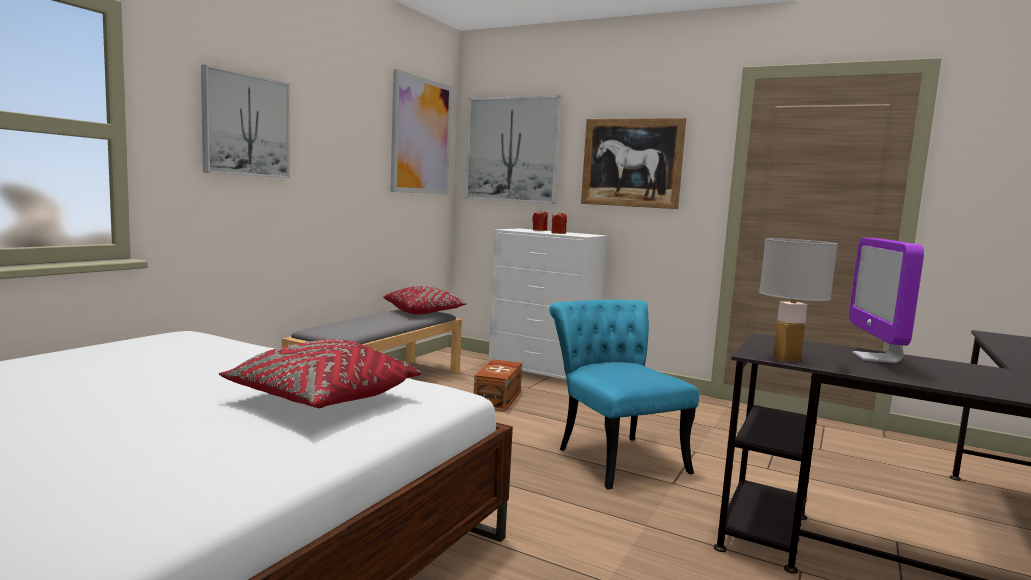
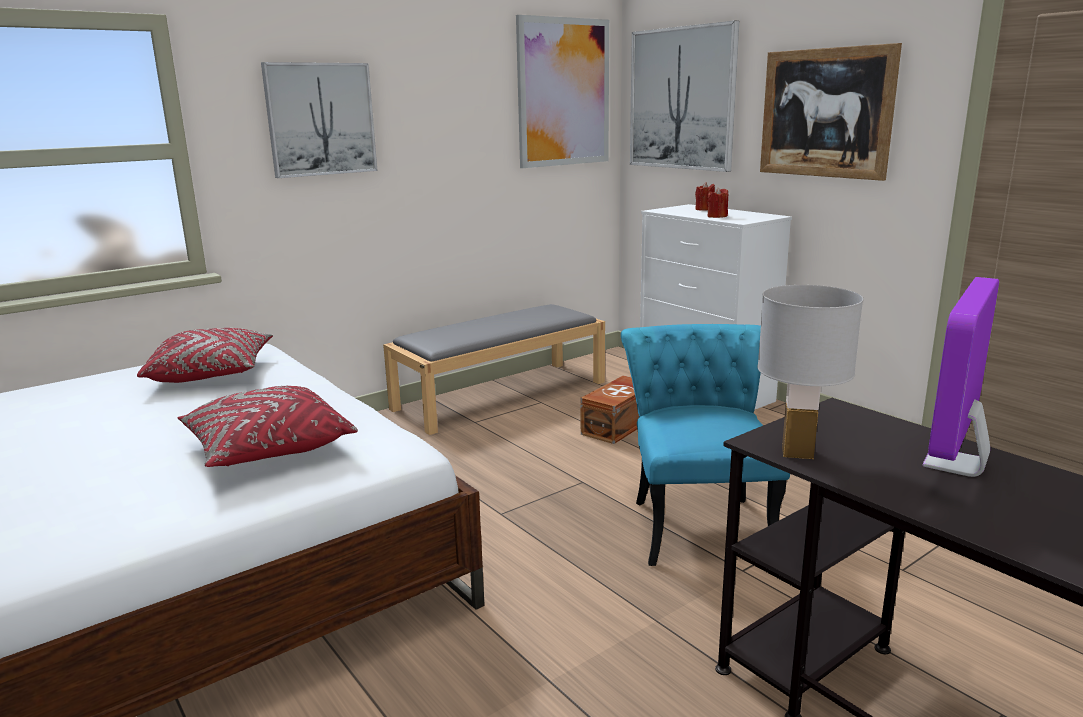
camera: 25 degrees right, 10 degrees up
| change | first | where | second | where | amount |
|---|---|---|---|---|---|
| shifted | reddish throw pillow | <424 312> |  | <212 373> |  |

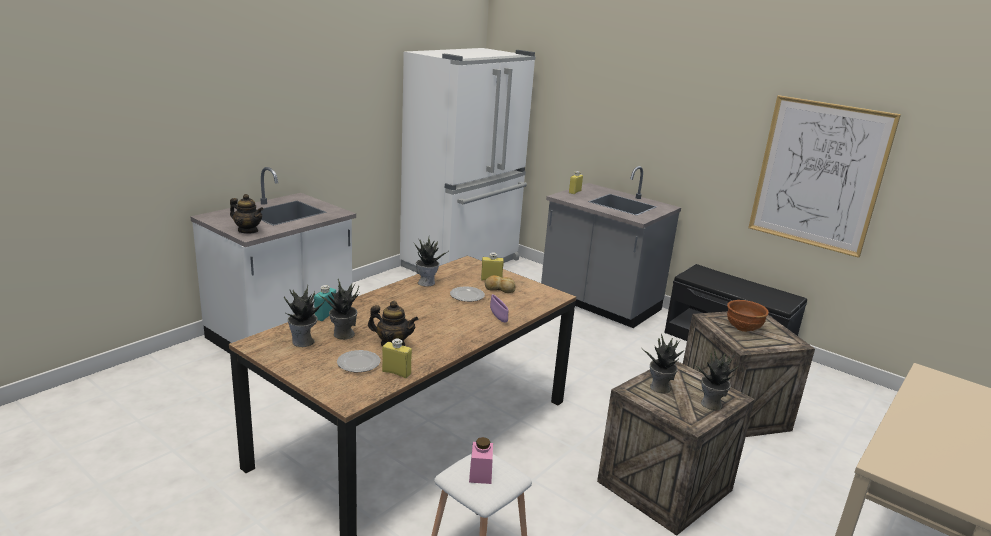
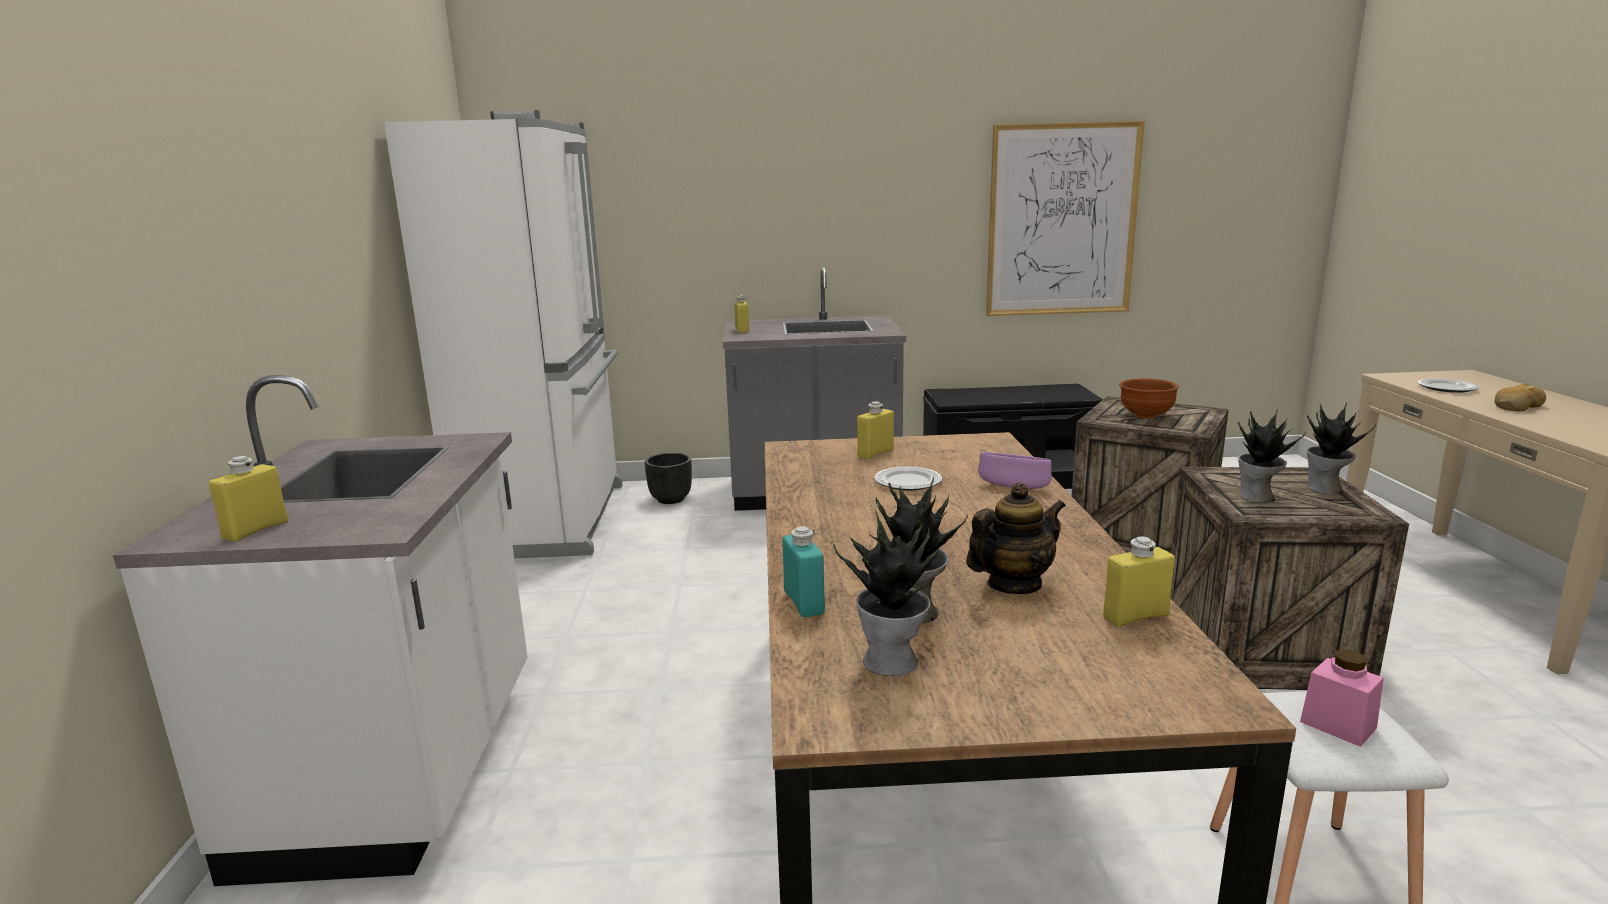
camera: 40 degrees left, 5 degrees down
| change | first | where | second | where | amount |
|---|---|---|---|---|---|
| gone | teapot | <248 231> |  |  |  |
| gone | plant in a pot | <427 282> |  |  |  |
| new |  |  | yellowish beverage bottle | <256 530> |  |
| new |  |  | black flower pot | <671 499> |  |
| shifted | flat dish | <359 363> |  | <1446 388> |  |
| shifted | bakery bread | <499 289> |  | <1517 406> |  |

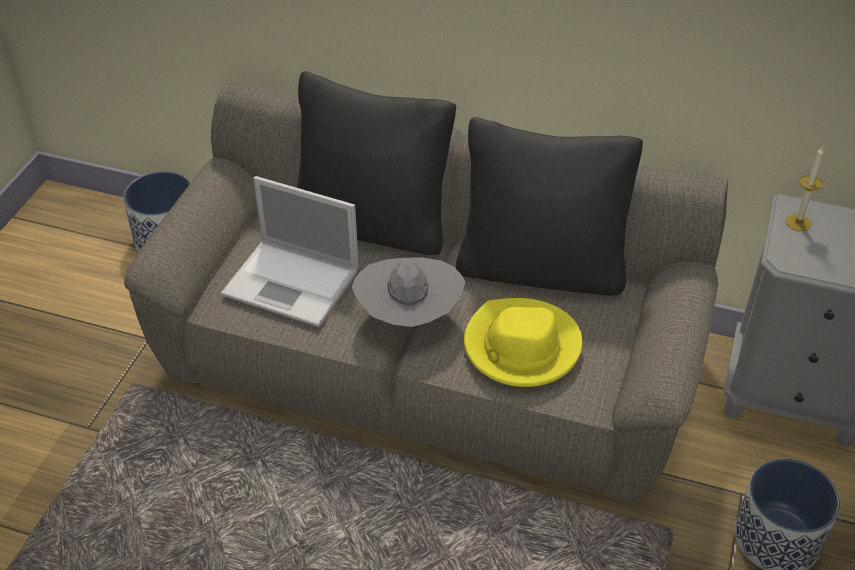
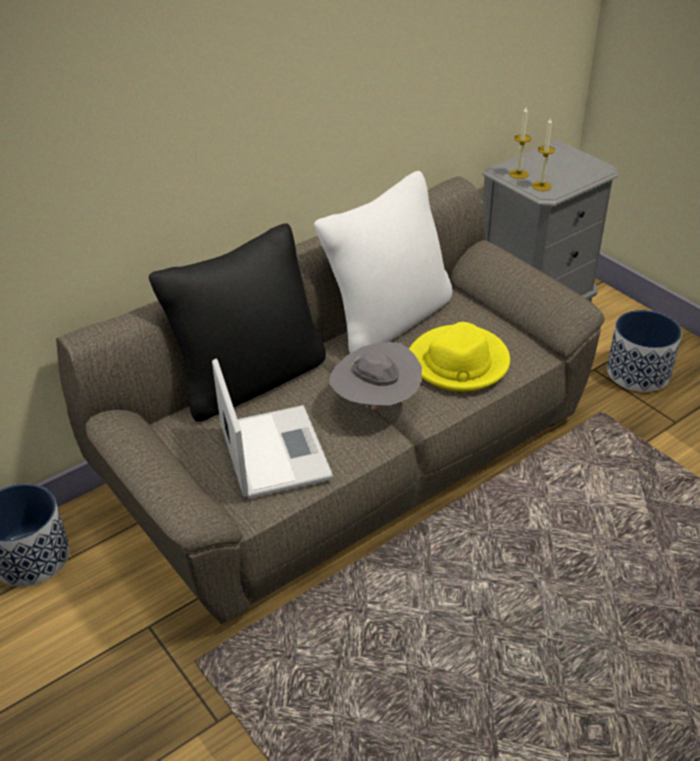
camera: 55 degrees left, 5 degrees down
| change | first | where | second | where | amount |
|---|---|---|---|---|---|
| new |  |  | wax candle | <541 186> |  |
| repainted | black throw pillow | <541 268> | white throw pillow | <388 320> |  |
| rotated | notebook computer | <293 283> |  | <273 450> | 75 degrees counterclockwise |

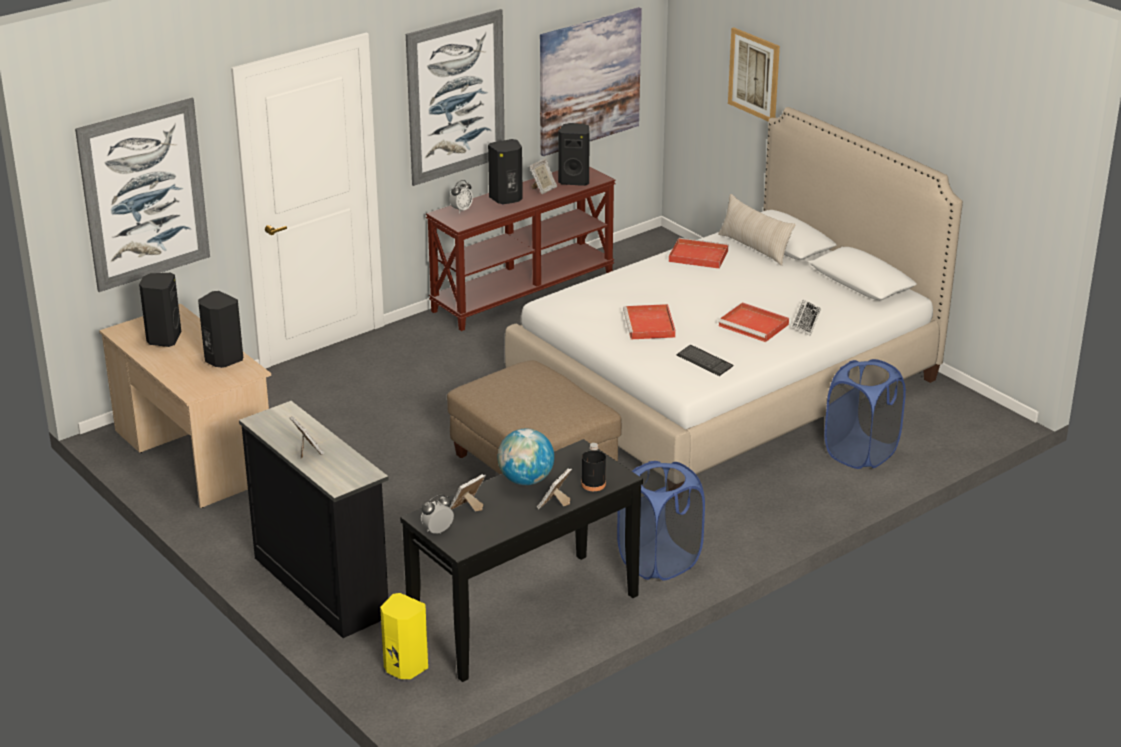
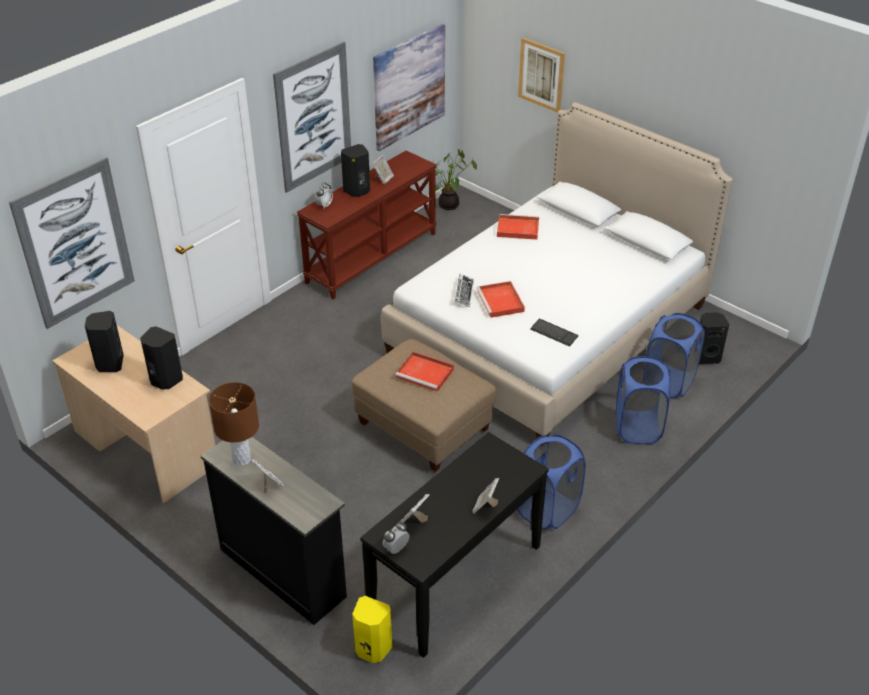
camera: 10 degrees left, 10 degrees up
| change | first | where | second | where | amount |
|---|---|---|---|---|---|
| gone | globe | <526 480> |  |  |  |
| gone | black beverage bottle | <593 484> |  |  |  |
| gone | sand-coloured throw pillow | <754 248> |  |  |  |
| new |  |  | brown-coloured tabletop lamp | <241 459> |  |
| new |  |  | plant in a pot | <449 206> |  |
| new |  |  | bluish hamper | <637 428> |  |
| shifted | black audio speaker | <574 181> |  | <706 357> |  |
| shifted | reddish carrying tray | <755 325> |  | <426 373> |  |
| shifted | computer keyboard | <805 321> |  | <464 292> |  |

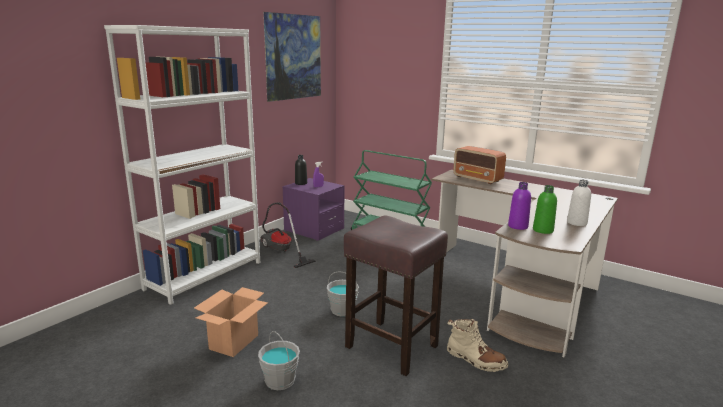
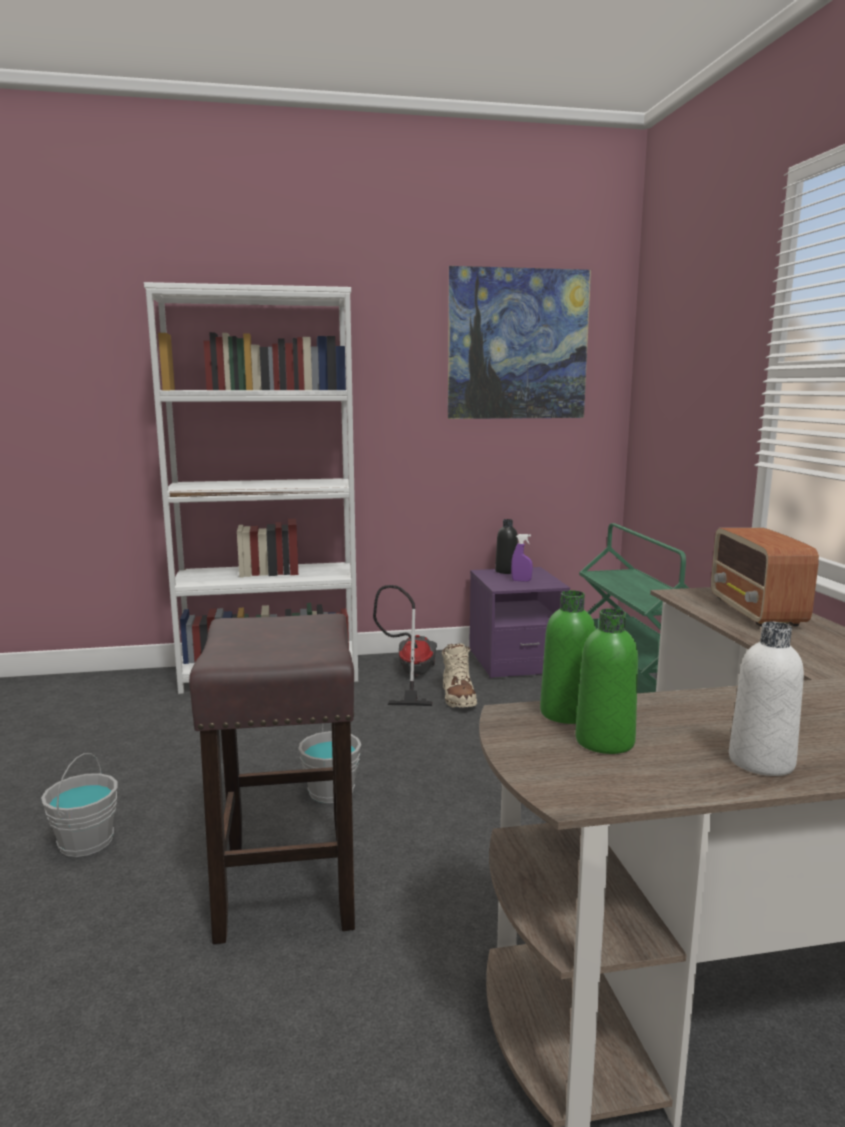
camera: 45 degrees right, 5 degrees down
| change | first | where | second | where | amount |
|---|---|---|---|---|---|
| gone | cardboard box | <234 341> |  |  |  |
| shifted | sand-coloured high-top boot | <475 359> |  | <458 697> |  |
| repainted | purple-coloured beverage bottle | <518 226> | green-coloured beverage bottle | <567 713> |  |

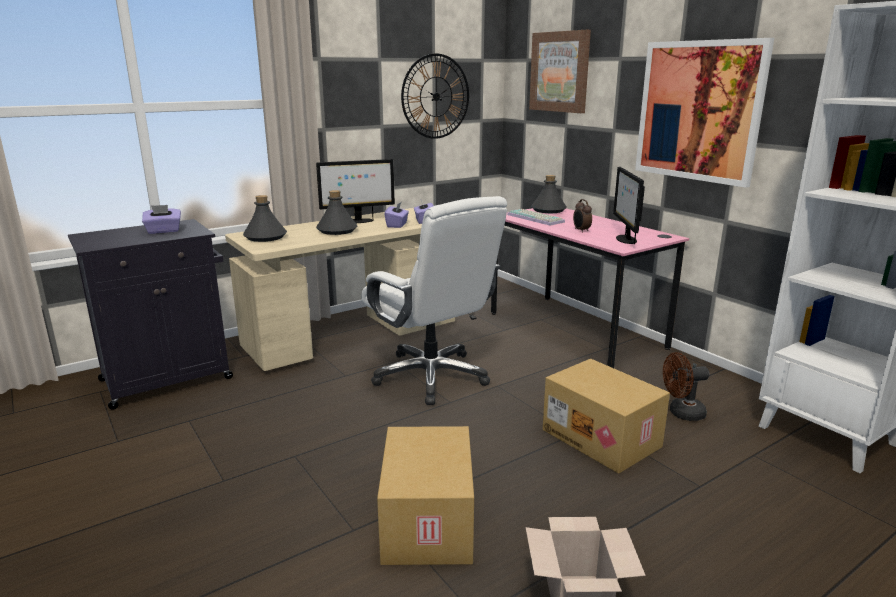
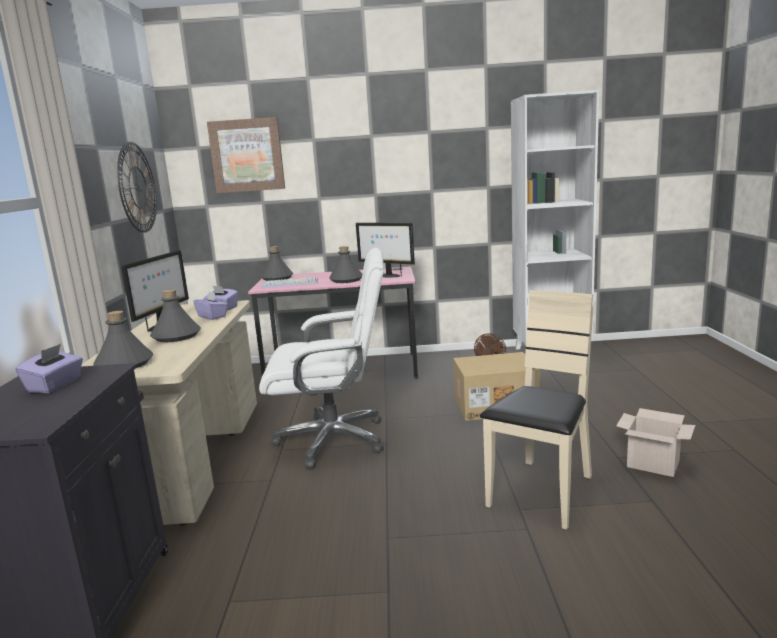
camera: 55 degrees left, 5 degrees down
| change | first | where | second | where | amount |
|---|---|---|---|---|---|
| gone | picture | <698 111> |  |  |  |
| swapped | cardboard box | <430 522> | sand-coloured chair | <542 492> |  |
| swapped | table clock | <581 230> | grey beverage bottle | <346 280> |  |

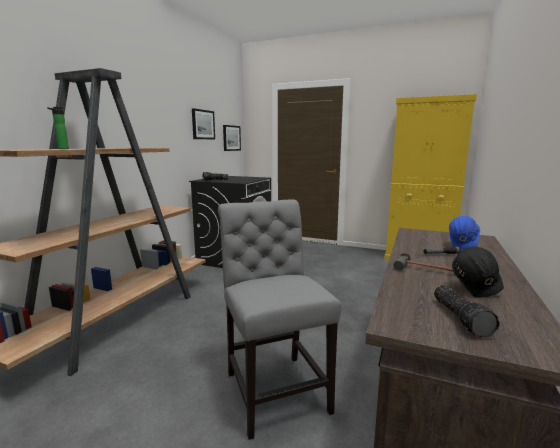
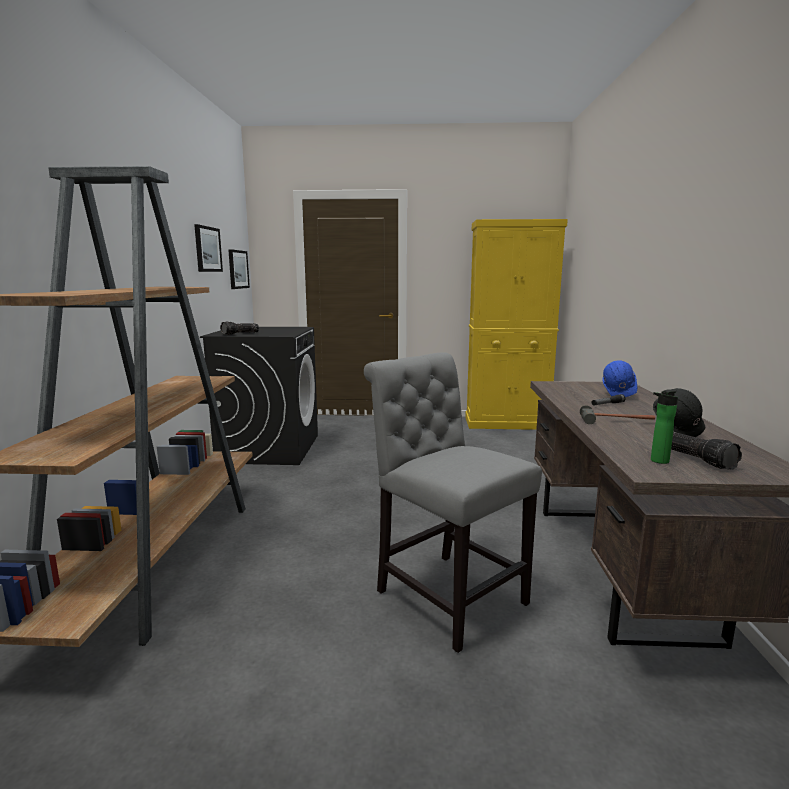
camera: 20 degrees left, 0 degrees up
| change | first | where | second | where | amount |
|---|---|---|---|---|---|
| shifted | beverage bottle | <61 149> |  | <657 461> |  |

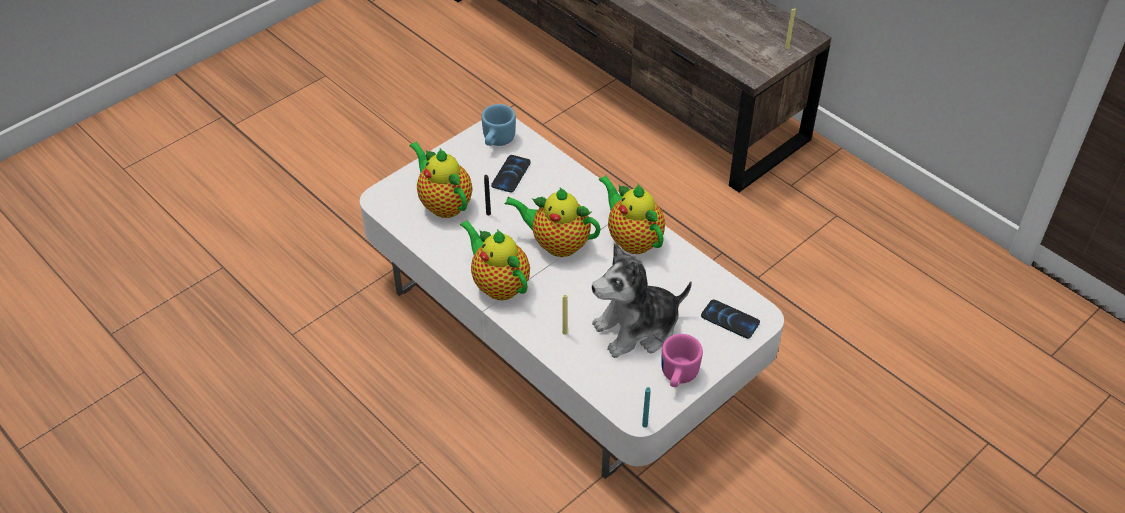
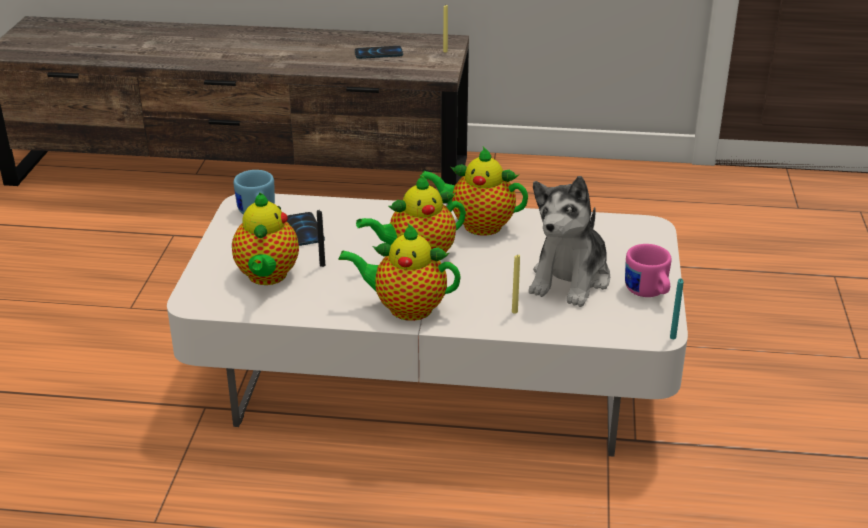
camera: 40 degrees left, 15 degrees down
| change | first | where | second | where | amount |
|---|---|---|---|---|---|
| shifted | handset | <730 320> |  | <378 53> |  |
| rotated | teapot | <444 203> |  | <267 277> | 105 degrees counterclockwise |

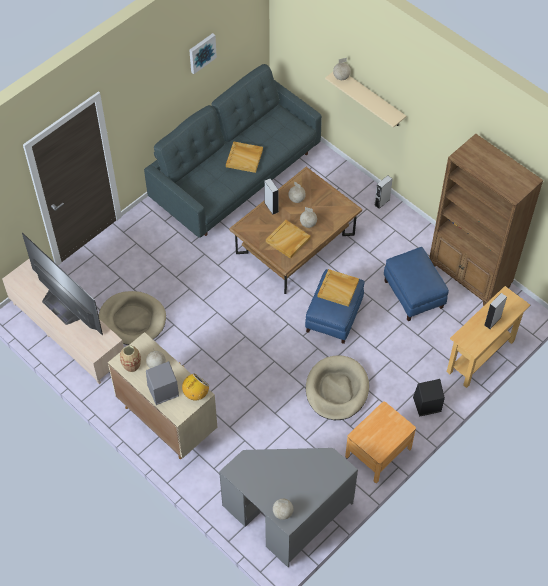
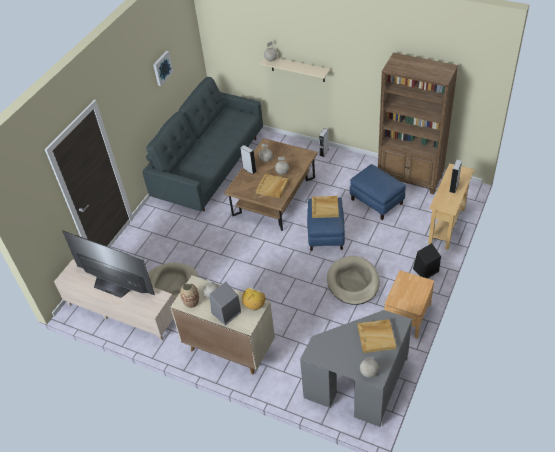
camera: 15 degrees left, 10 degrees down
| change | first | where | second | where | amount |
|---|---|---|---|---|---|
| shifted | sand-coloured carrying tray | <244 158> |  | <376 336> |  |

